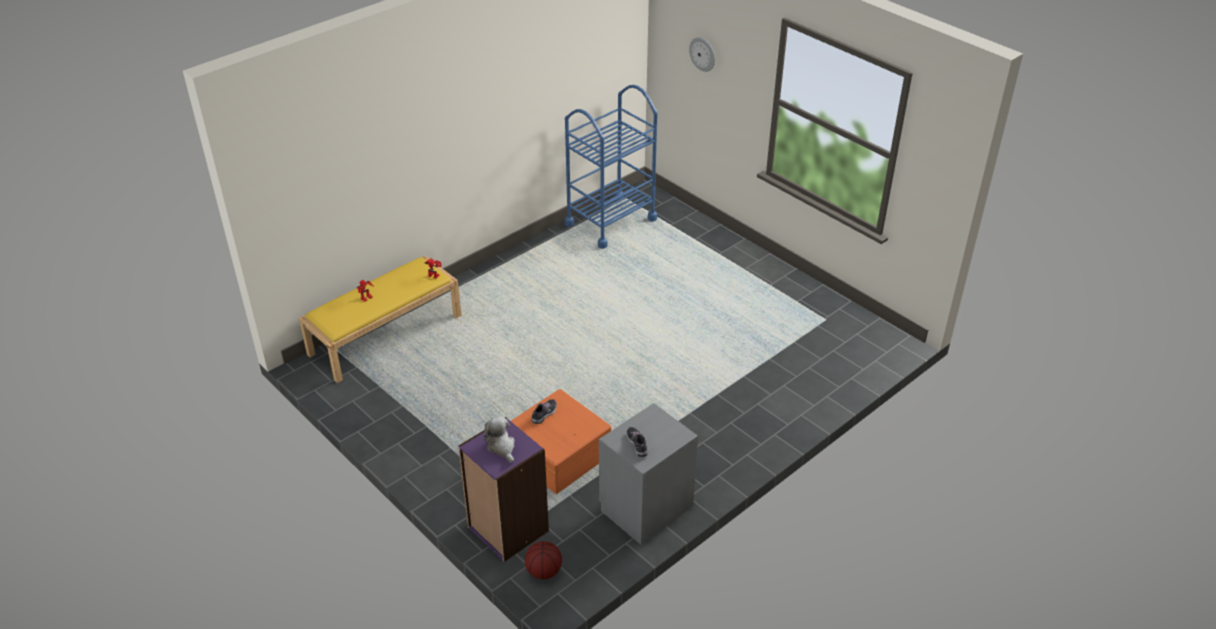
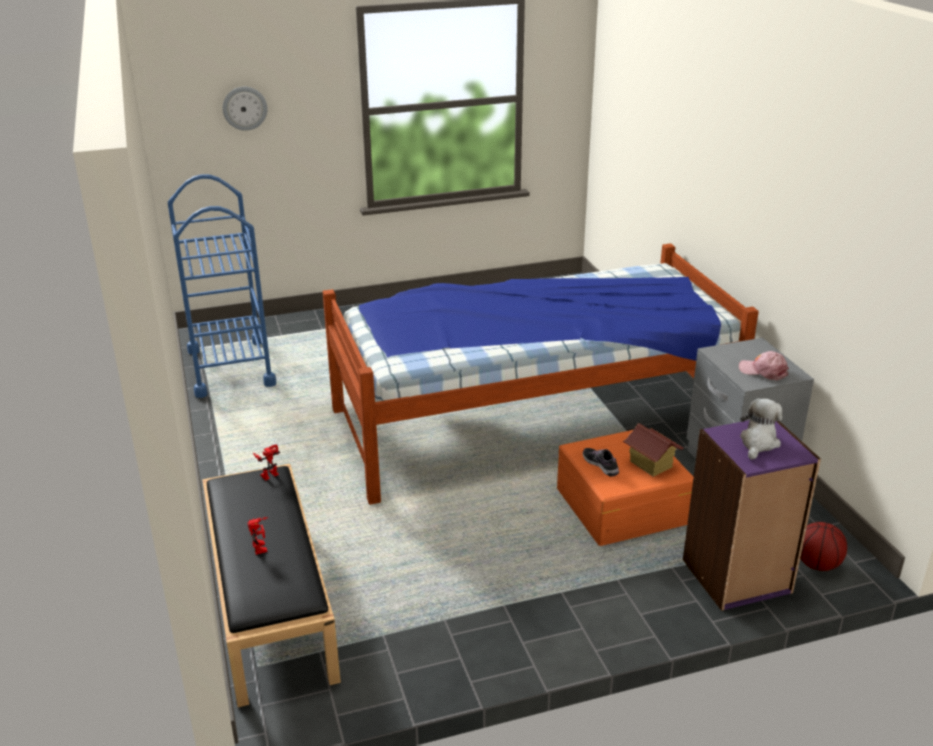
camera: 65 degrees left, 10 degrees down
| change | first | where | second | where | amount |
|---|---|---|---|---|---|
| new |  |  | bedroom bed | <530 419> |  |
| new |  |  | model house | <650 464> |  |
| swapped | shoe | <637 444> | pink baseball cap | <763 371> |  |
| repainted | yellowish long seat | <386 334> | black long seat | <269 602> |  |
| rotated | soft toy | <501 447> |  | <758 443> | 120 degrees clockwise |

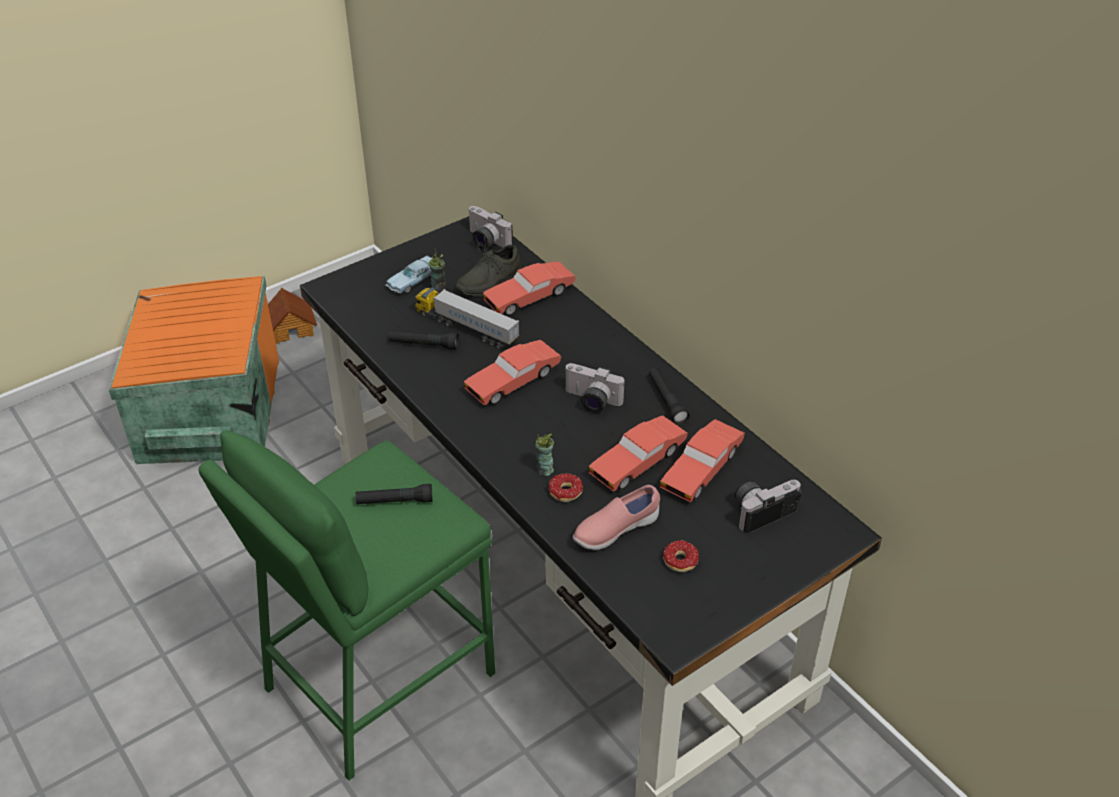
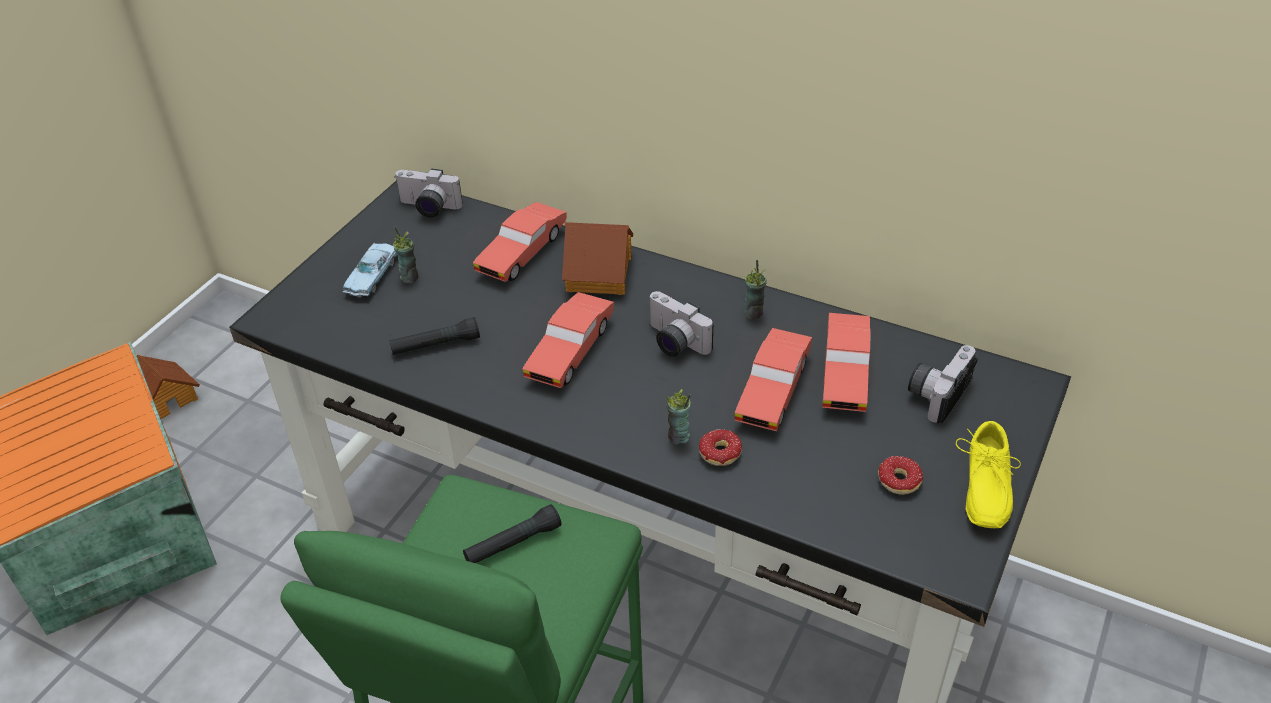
camera: 25 degrees left, 0 degrees up
| change | first | where | second | where | amount |
|---|---|---|---|---|---|
| gone | toy lorry | <466 328> |  |  |  |
| gone | grey shoe | <487 280> |  |  |  |
| gone | pink shoe | <615 530> |  |  |  |
| new |  |  | model house | <600 273> |  |
| new |  |  | yellowish shoe | <981 488> |  |
| swapped | black torch | <667 401> | cup | <753 313> |  |
| rotated | photo camera | <591 401> |  | <673 342> | 45 degrees clockwise |

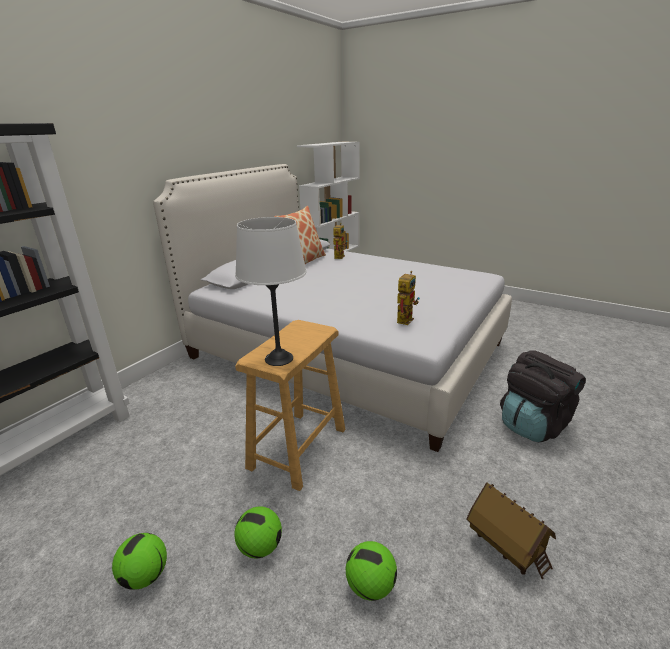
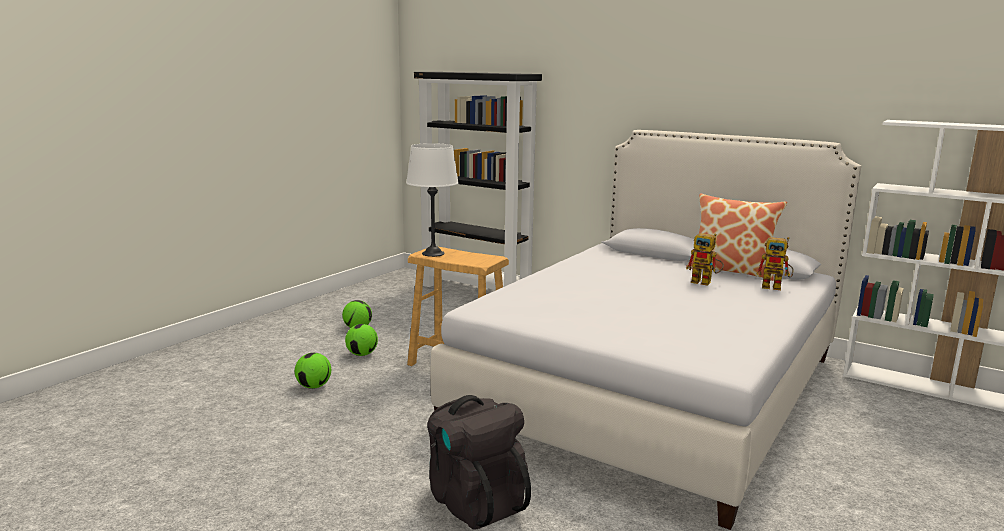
camera: 90 degrees right, 10 degrees down
| change | first | where | second | where | amount |
|---|---|---|---|---|---|
| gone | model house | <506 548> |  |  |  |
| shifted | robot figure | <405 318> |  | <705 282> |  |

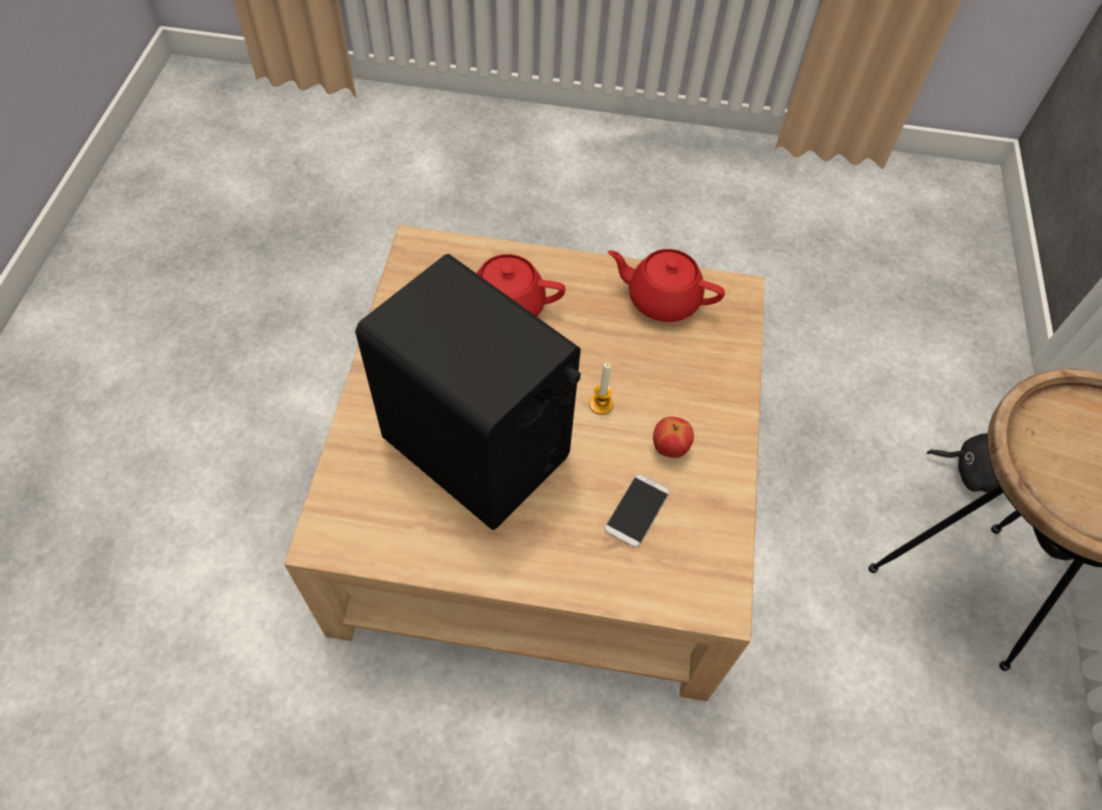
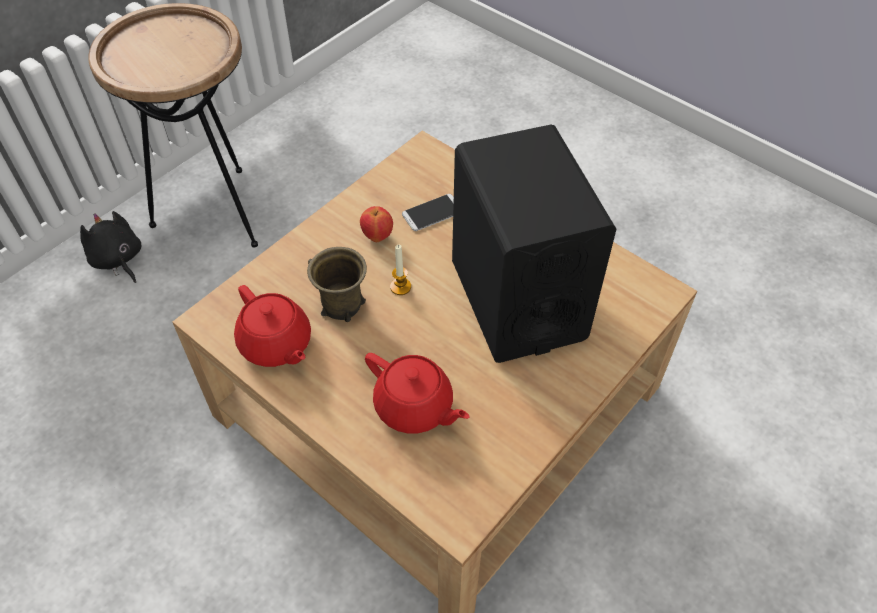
camera: 145 degrees left, 5 degrees down
| change | first | where | second | where | amount |
|---|---|---|---|---|---|
| new |  |  | brown-coloured tea mug | <341 305> |  |

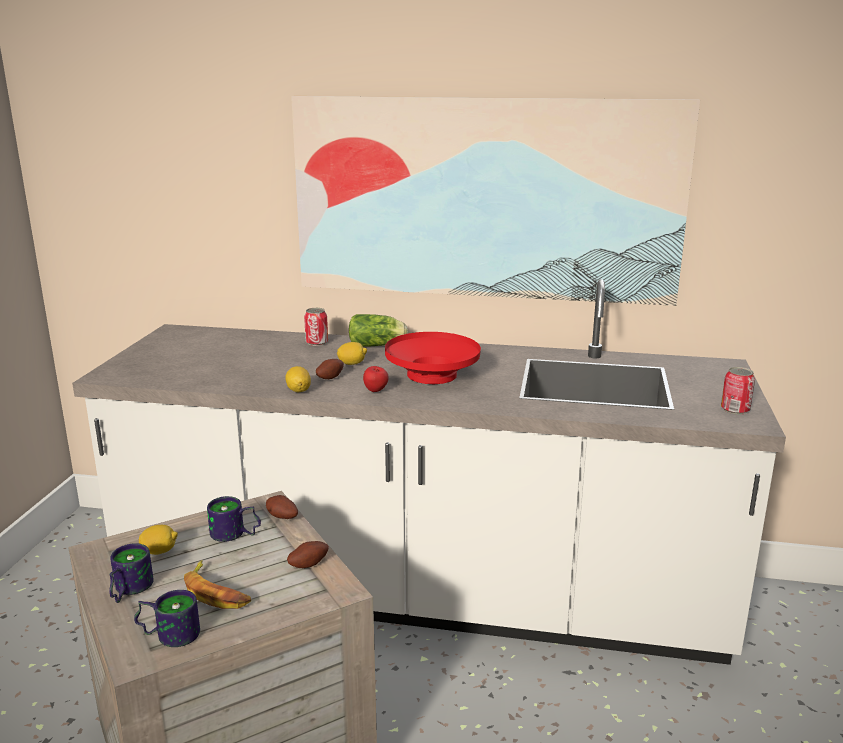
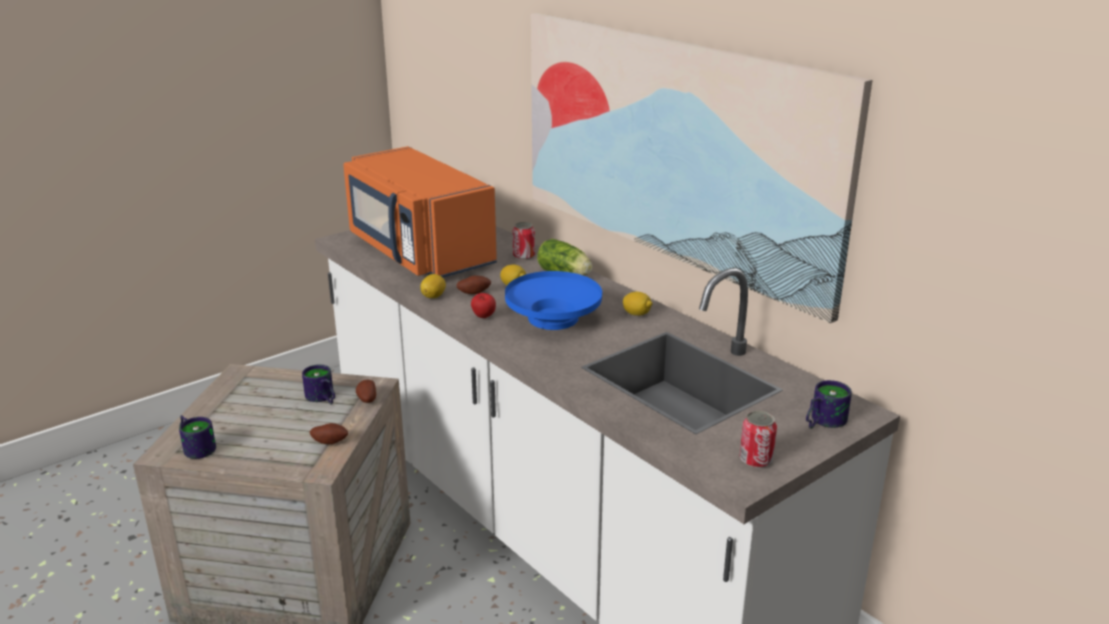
camera: 40 degrees right, 5 degrees up
| change | first | where | second | where | amount |
|---|---|---|---|---|---|
| gone | banana fruit | <216 592> |  |  |  |
| new |  |  | orangey kitchen microwave | <418 252> |  |
| shifted | tea mug | <127 590> |  | <821 421> |  |
| shifted | whole lemon | <159 551> |  | <637 314> |  |
| repainted | reddish serving bowl | <432 375> | bluish serving bowl | <553 319> |  |

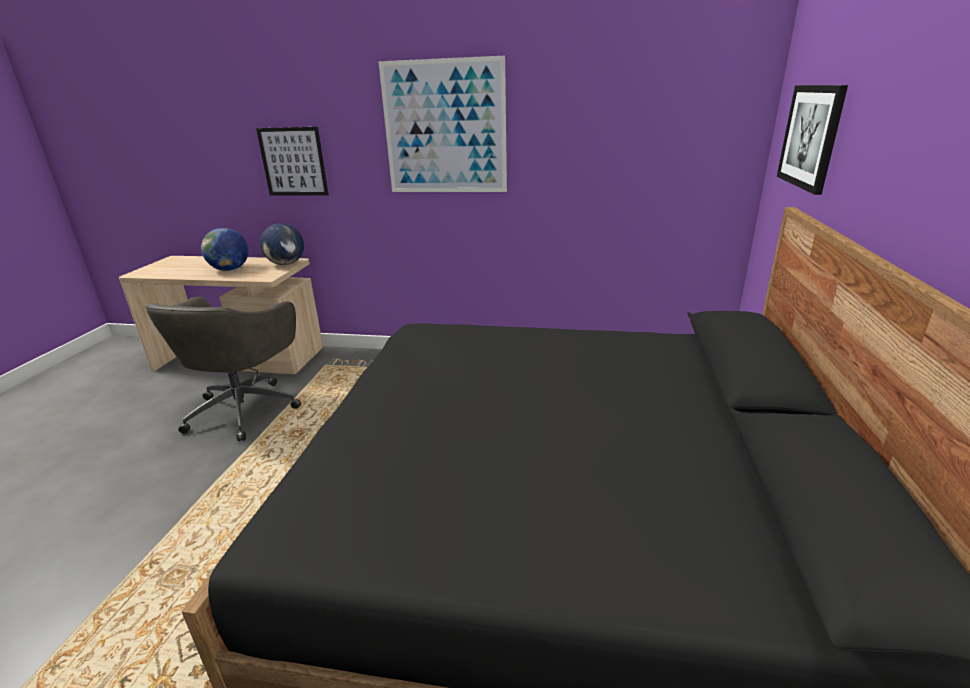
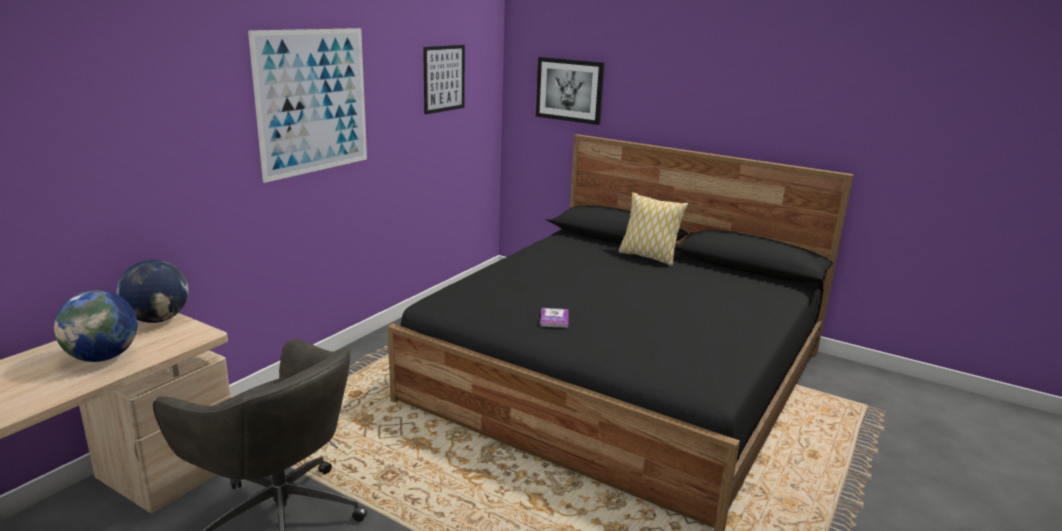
camera: 70 degrees left, 5 degrees down
| change | first | where | second | where | amount |
|---|---|---|---|---|---|
| new |  |  | bound book | <554 319> |  |
| new |  |  | throw pillow | <648 257> |  |
| shifted | picture | <293 162> |  | <444 78> |  |

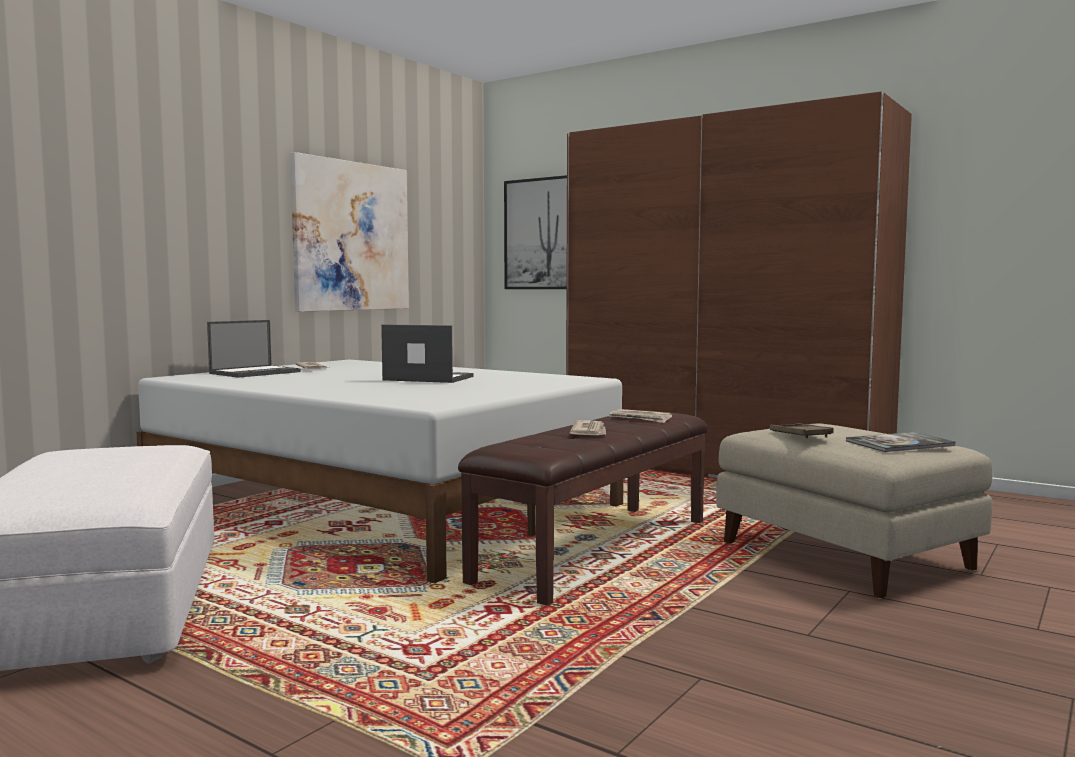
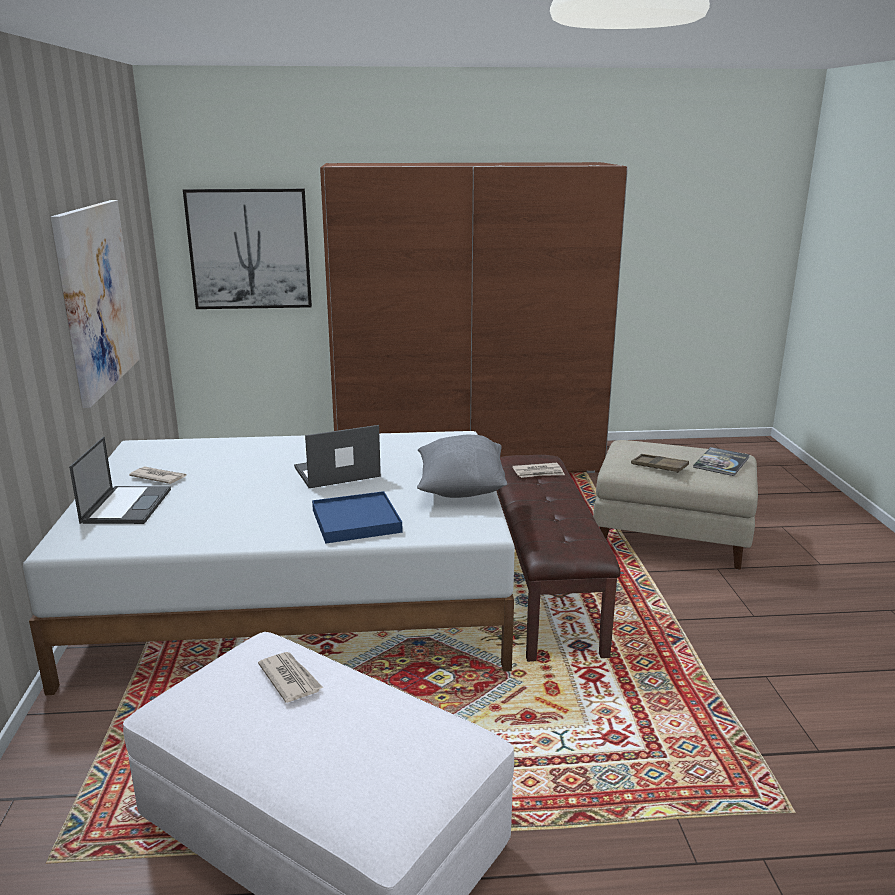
camera: 40 degrees left, 15 degrees up
| change | first | where | second | where | amount |
|---|---|---|---|---|---|
| new |  |  | bluish carrying tray | <356 521> |  |
| new |  |  | grey throw pillow | <461 489> |  |
| shifted | newspaper | <590 432> |  | <290 679> |  |

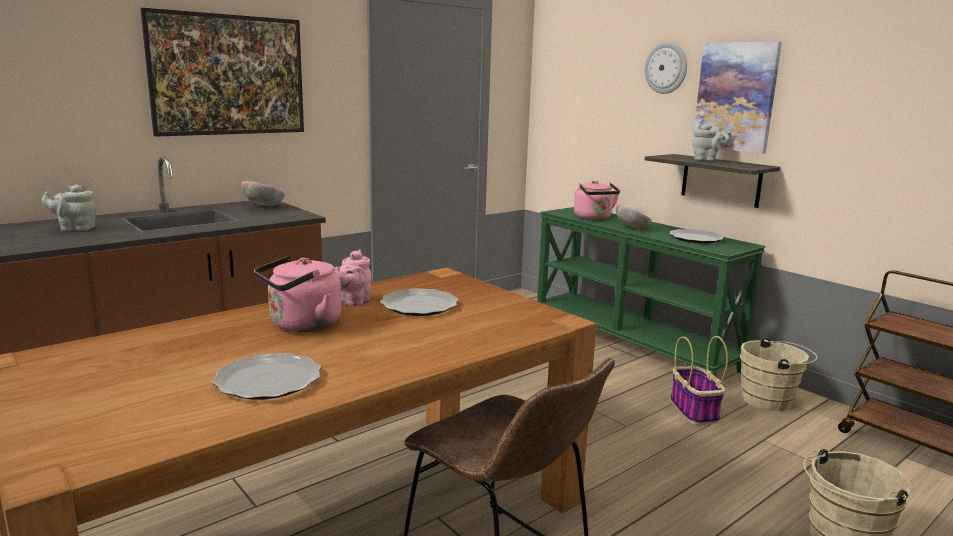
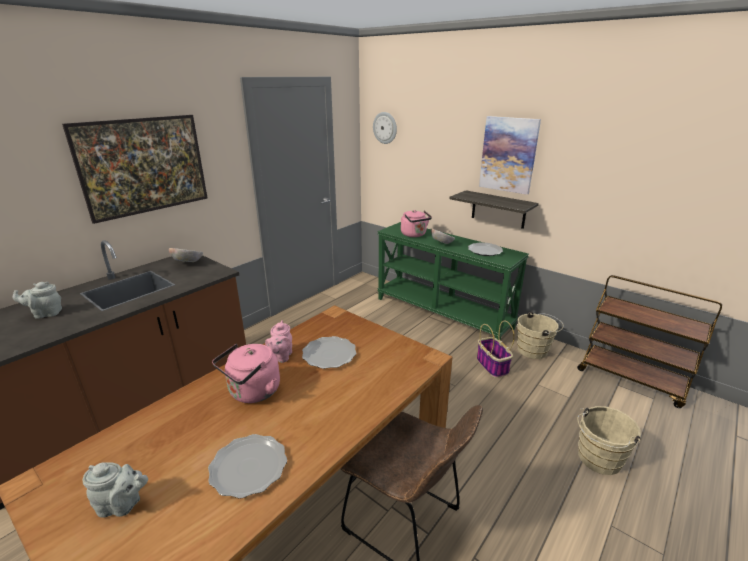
camera: 10 degrees left, 10 degrees up
| change | first | where | second | where | amount |
|---|---|---|---|---|---|
| shifted | wall clock | <666 68> |  | <385 128> |  |
| shifted | grey teapot | <707 160> |  | <122 505> |  |

